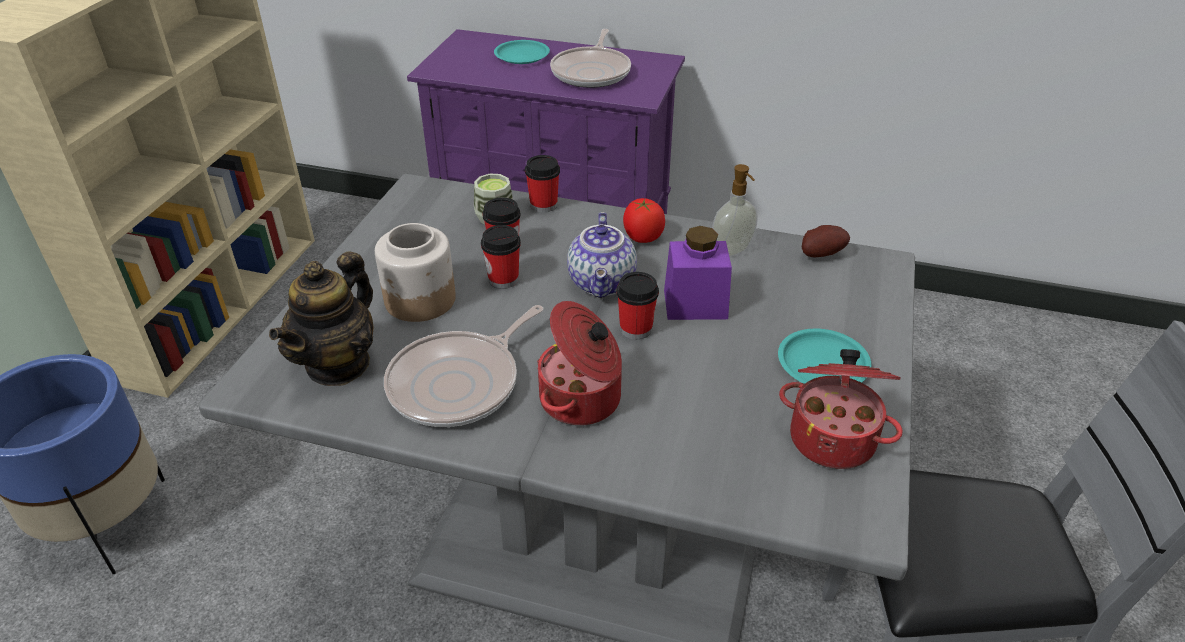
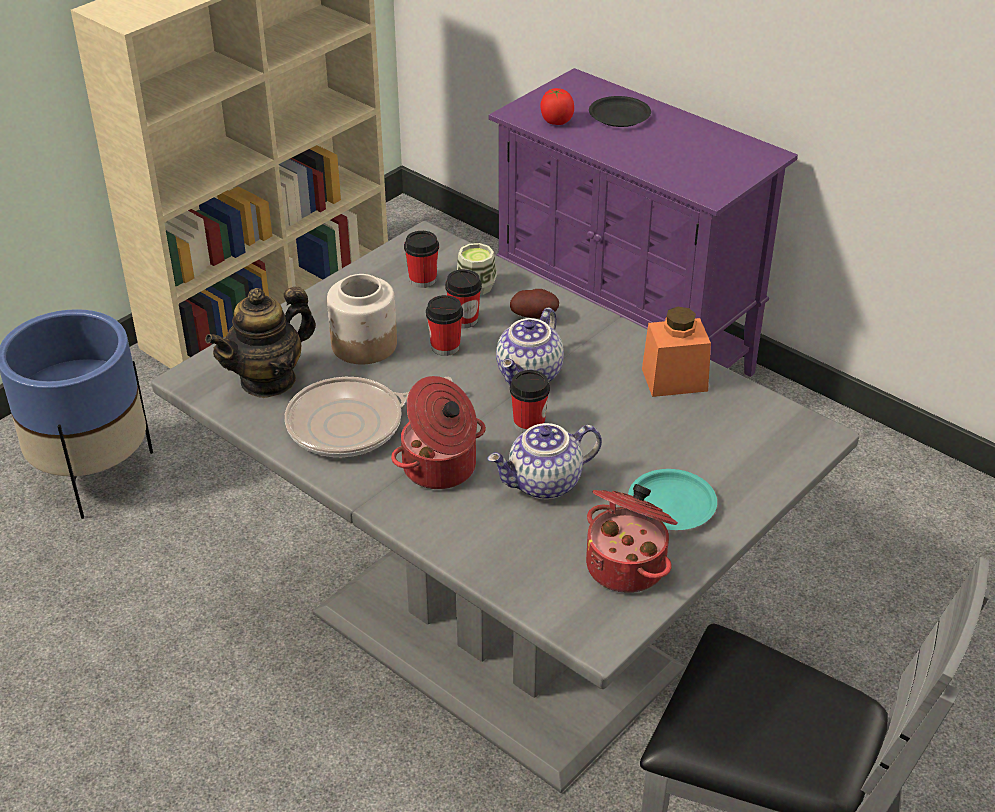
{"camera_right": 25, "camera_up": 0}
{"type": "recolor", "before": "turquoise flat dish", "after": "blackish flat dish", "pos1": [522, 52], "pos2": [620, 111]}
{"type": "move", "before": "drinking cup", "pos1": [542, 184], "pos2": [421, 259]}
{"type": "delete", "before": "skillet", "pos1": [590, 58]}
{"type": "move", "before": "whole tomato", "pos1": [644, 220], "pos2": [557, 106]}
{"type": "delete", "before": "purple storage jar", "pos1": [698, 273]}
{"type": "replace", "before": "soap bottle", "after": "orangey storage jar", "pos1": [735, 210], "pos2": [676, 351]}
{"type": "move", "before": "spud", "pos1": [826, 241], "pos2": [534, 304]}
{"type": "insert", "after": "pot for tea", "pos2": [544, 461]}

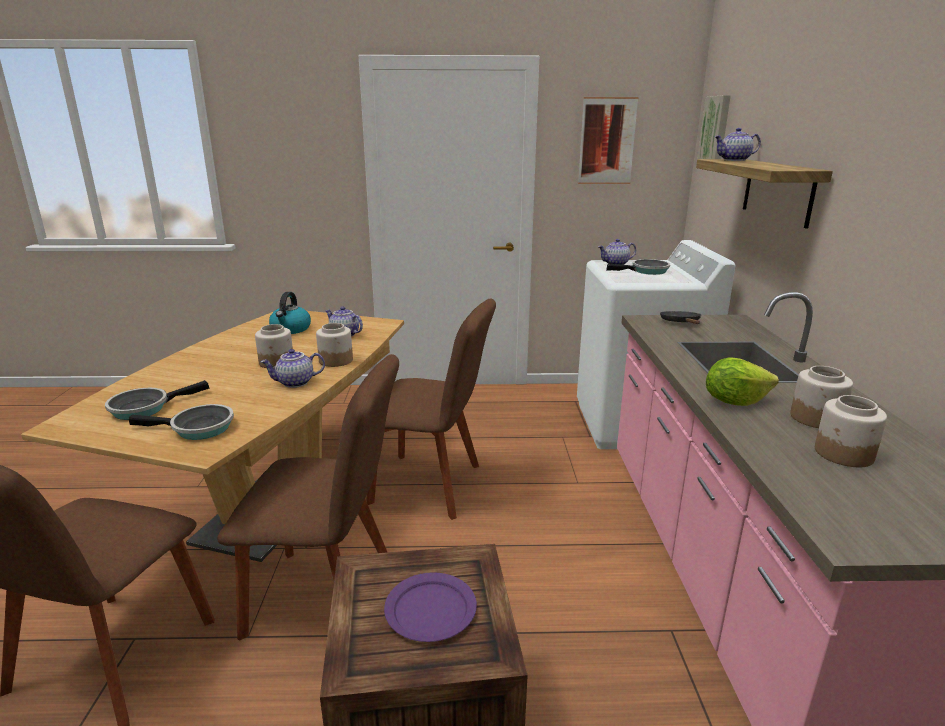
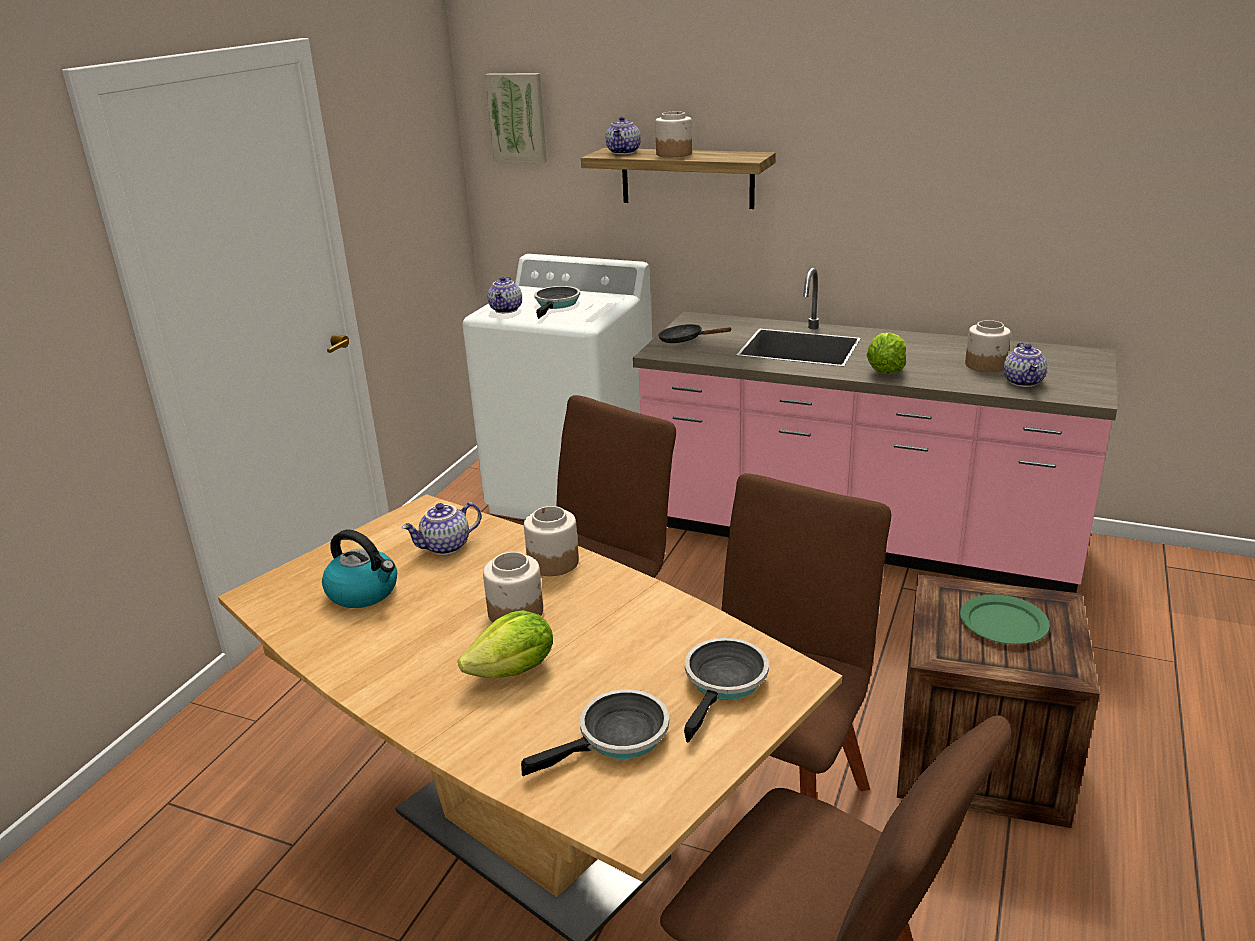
{"camera_right": -65, "camera_up": 5}
{"type": "rotate", "before": "skillet", "pos1": [157, 400], "pos2": [595, 732], "turn": -105}
{"type": "move", "before": "pot for tea", "pos1": [293, 368], "pos2": [1025, 364]}
{"type": "recolor", "before": "purple flat dish", "after": "green flat dish", "pos1": [430, 607], "pos2": [1005, 619]}
{"type": "delete", "before": "wall art", "pos1": [608, 140]}
{"type": "move", "before": "storage jar", "pos1": [821, 397], "pos2": [673, 134]}
{"type": "insert", "after": "head of lettuce", "pos2": [505, 644]}

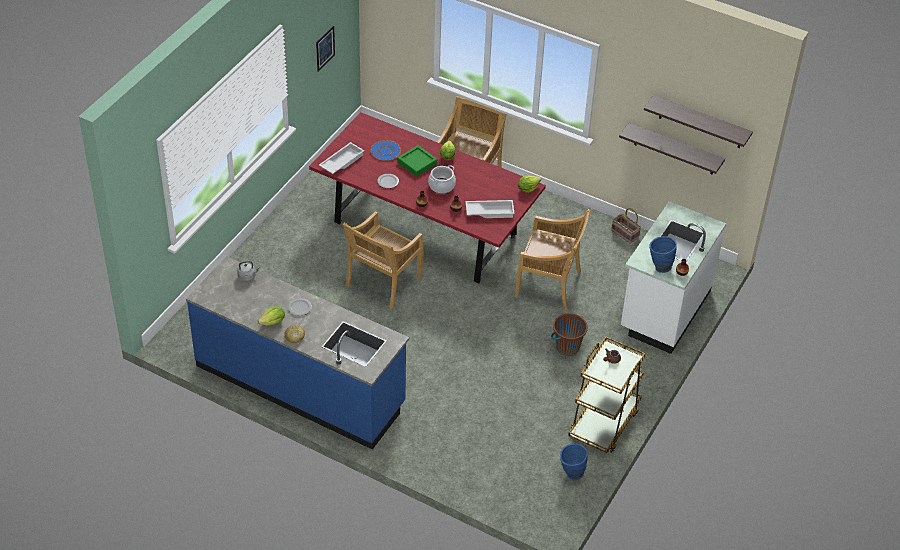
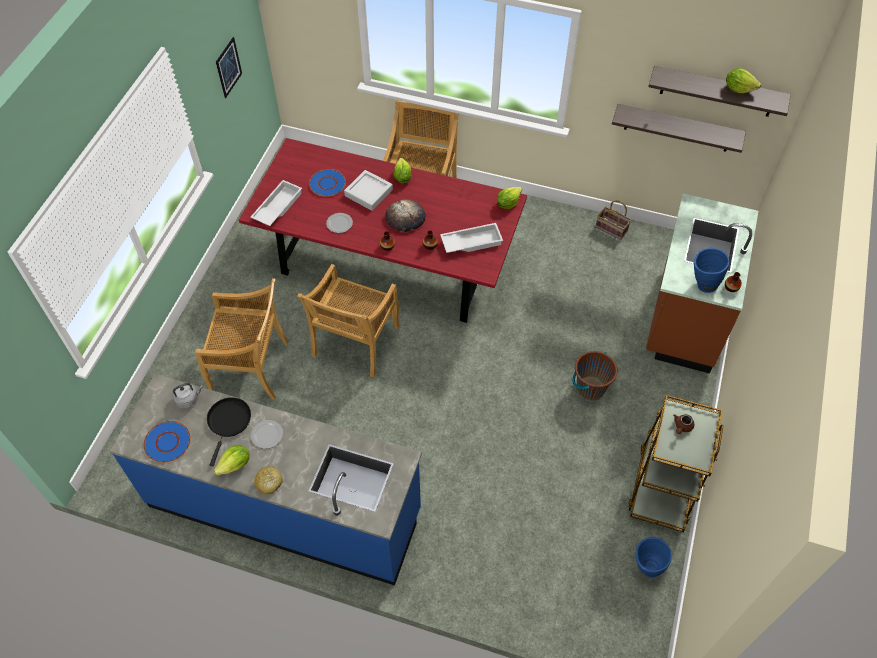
{"camera_right": -10, "camera_up": 10}
{"type": "recolor", "before": "green tray", "after": "greyish tray", "pos1": [417, 161], "pos2": [368, 190]}
{"type": "replace", "before": "saucepot", "after": "baked bread", "pos1": [442, 179], "pos2": [405, 215]}
{"type": "move", "before": "sand-coloured upright chair", "pos1": [552, 259], "pos2": [242, 339]}
{"type": "recolor", "before": "white counter", "after": "brown-coloured counter", "pos1": [673, 277], "pos2": [702, 284]}
{"type": "insert", "after": "blue-coloured flat dish", "pos2": [167, 442]}
{"type": "insert", "after": "blackish skillet", "pos2": [229, 431]}
{"type": "insert", "after": "head of lettuce", "pos2": [743, 80]}

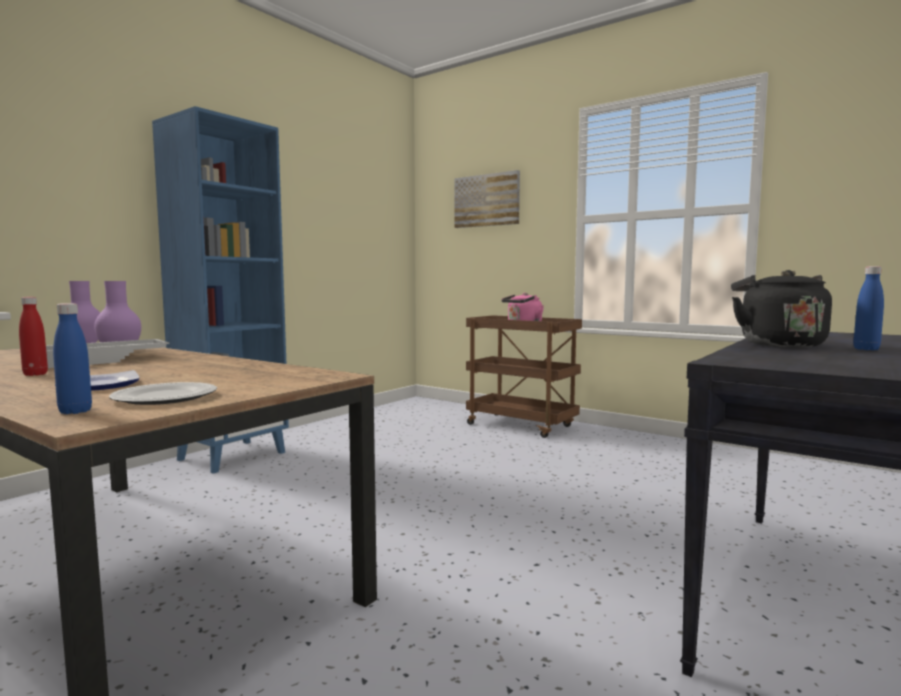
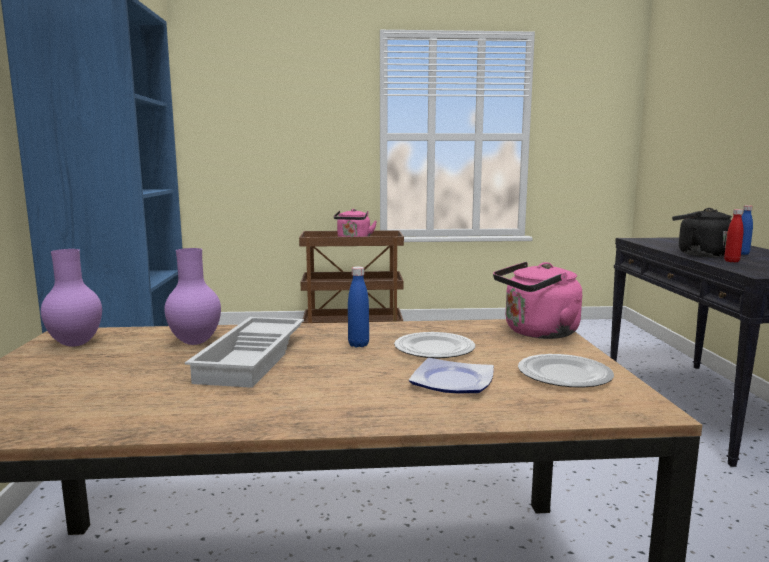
{"camera_right": -40, "camera_up": 5}
{"type": "move", "before": "red beverage bottle", "pos1": [33, 336], "pos2": [733, 235]}
{"type": "move", "before": "blue-coloured beverage bottle", "pos1": [72, 358], "pos2": [358, 306]}
{"type": "delete", "before": "wall art", "pos1": [487, 199]}
{"type": "insert", "after": "flat dish", "pos2": [434, 345]}
{"type": "insert", "after": "pink-coloured water kettle", "pos2": [537, 300]}

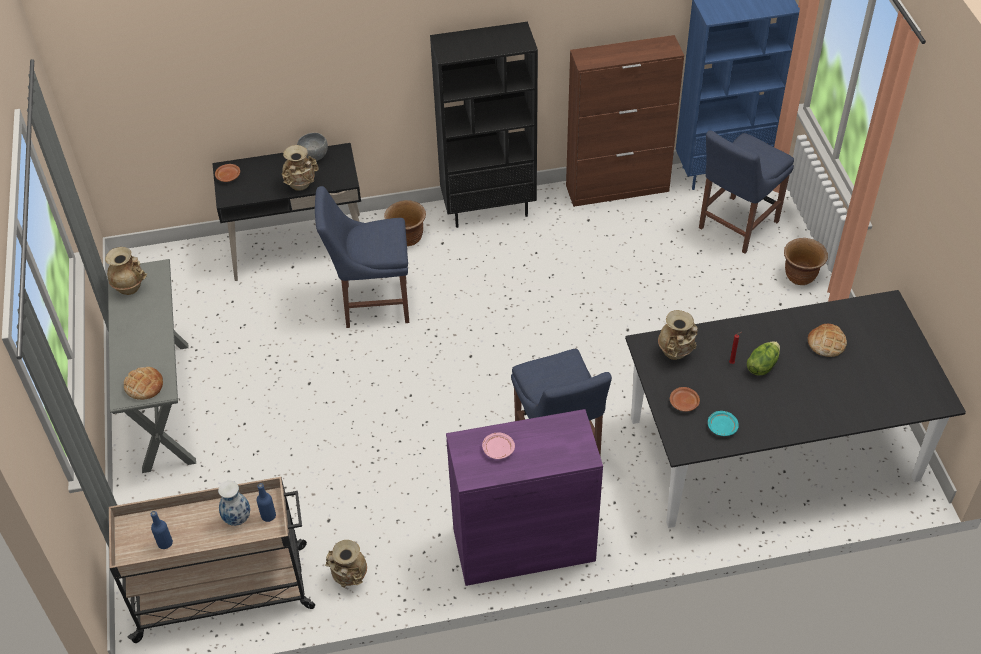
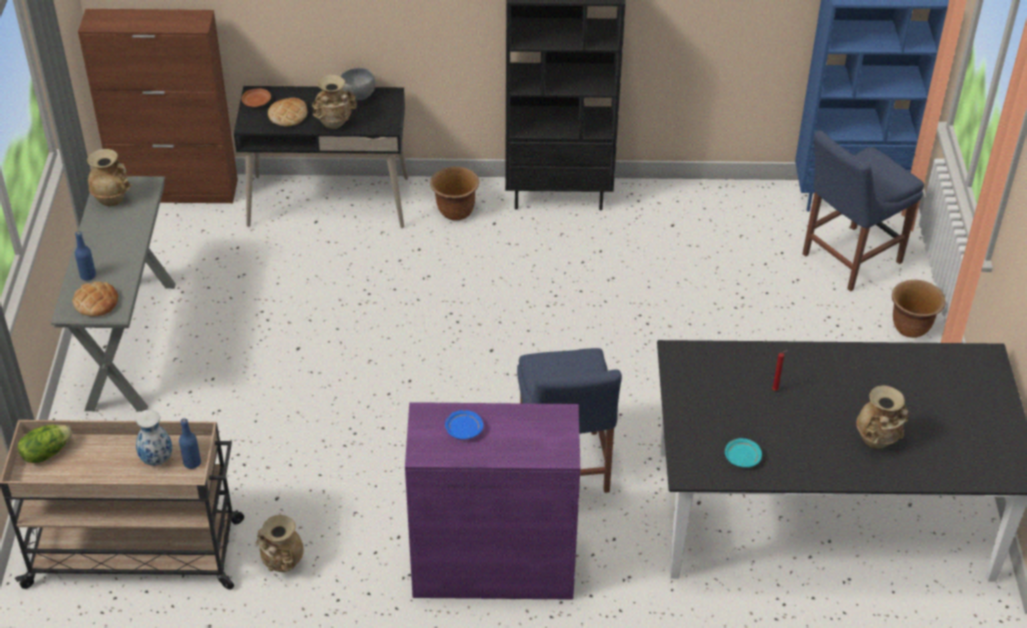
{"camera_right": 10, "camera_up": -5}
{"type": "move", "before": "blue-coloured beverage bottle", "pos1": [162, 530], "pos2": [85, 256]}
{"type": "delete", "before": "blue-coloured upright chair", "pos1": [362, 257]}
{"type": "recolor", "before": "pink-coloured flat dish", "after": "blue-coloured flat dish", "pos1": [498, 446], "pos2": [464, 424]}
{"type": "move", "before": "brown-coloured storage cabinet", "pos1": [625, 121], "pos2": [158, 106]}
{"type": "move", "before": "sand-coloured decorative vase", "pos1": [678, 335], "pos2": [882, 417]}
{"type": "delete", "before": "brown-coloured flat dish", "pos1": [685, 399]}
{"type": "move", "before": "head of lettuce", "pos1": [763, 358], "pos2": [45, 444]}
{"type": "move", "before": "baked bread", "pos1": [827, 340], "pos2": [287, 112]}

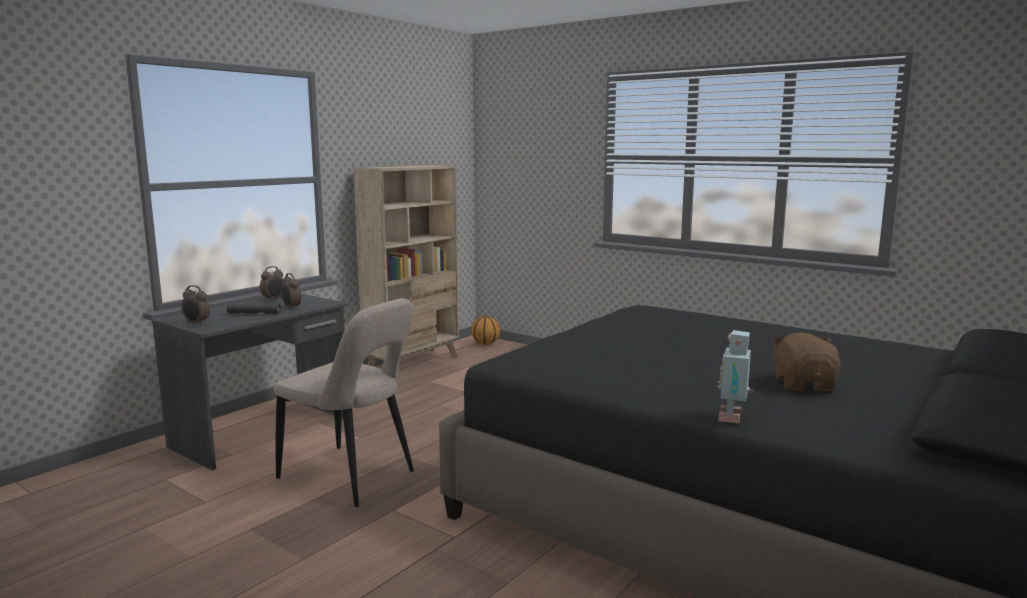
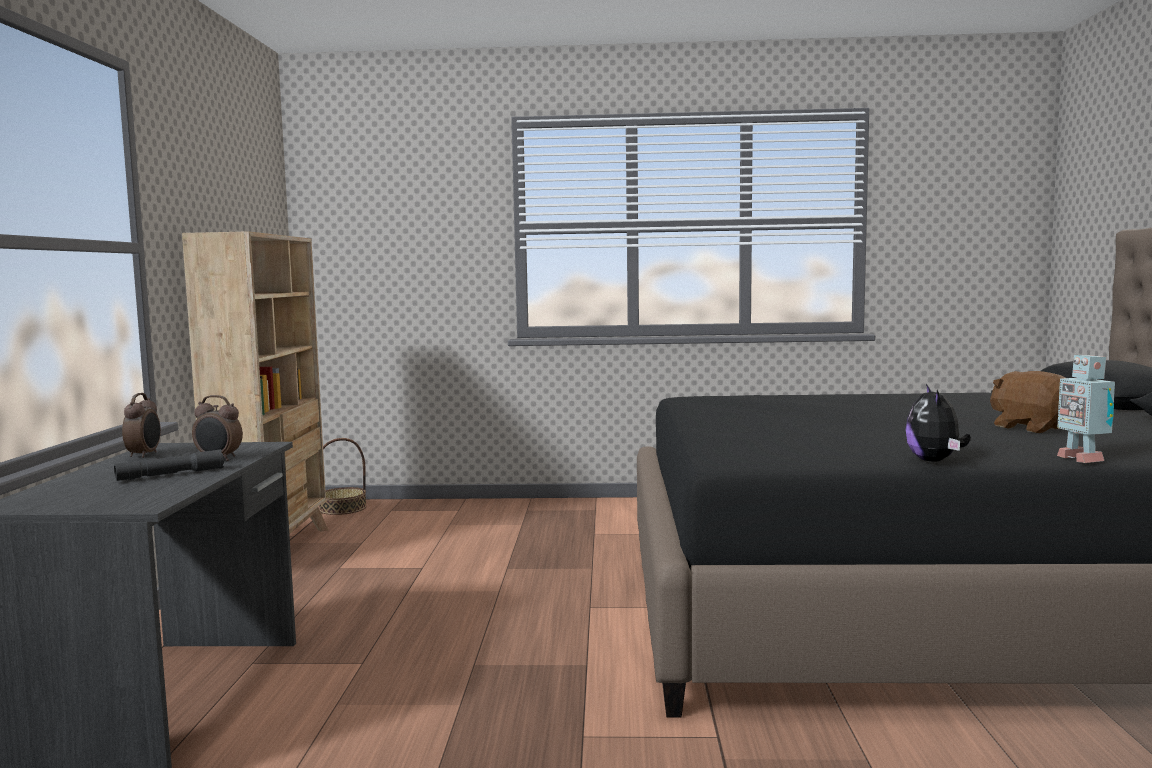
{"camera_right": -35, "camera_up": -5}
{"type": "delete", "before": "table clock", "pos1": [195, 305]}
{"type": "delete", "before": "sand-coloured upright chair", "pos1": [344, 402]}
{"type": "replace", "before": "basketball ball", "after": "household basket", "pos1": [485, 330], "pos2": [343, 476]}
{"type": "insert", "after": "plush toy", "pos2": [938, 423]}

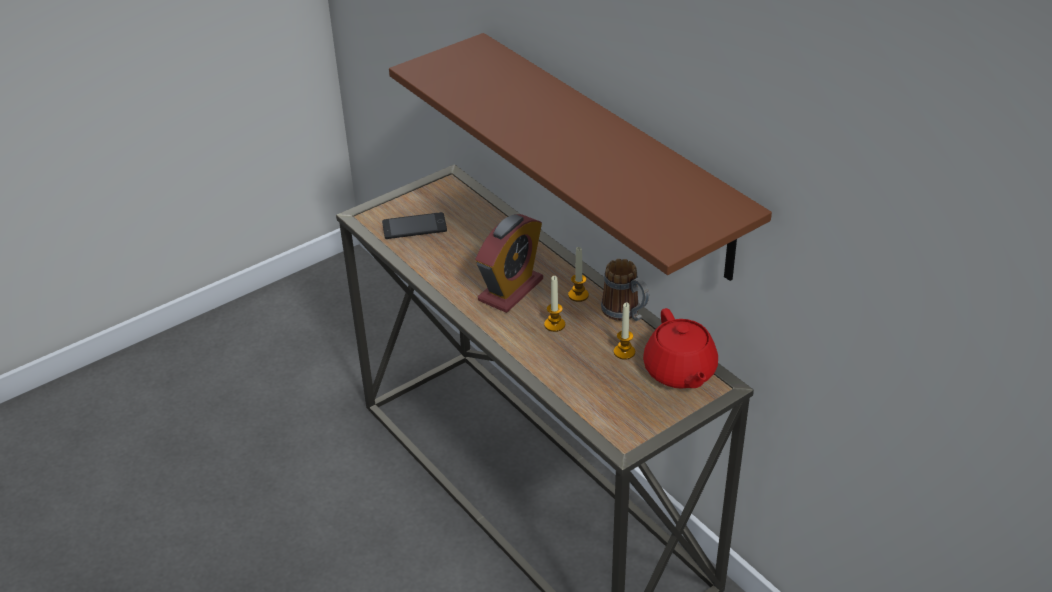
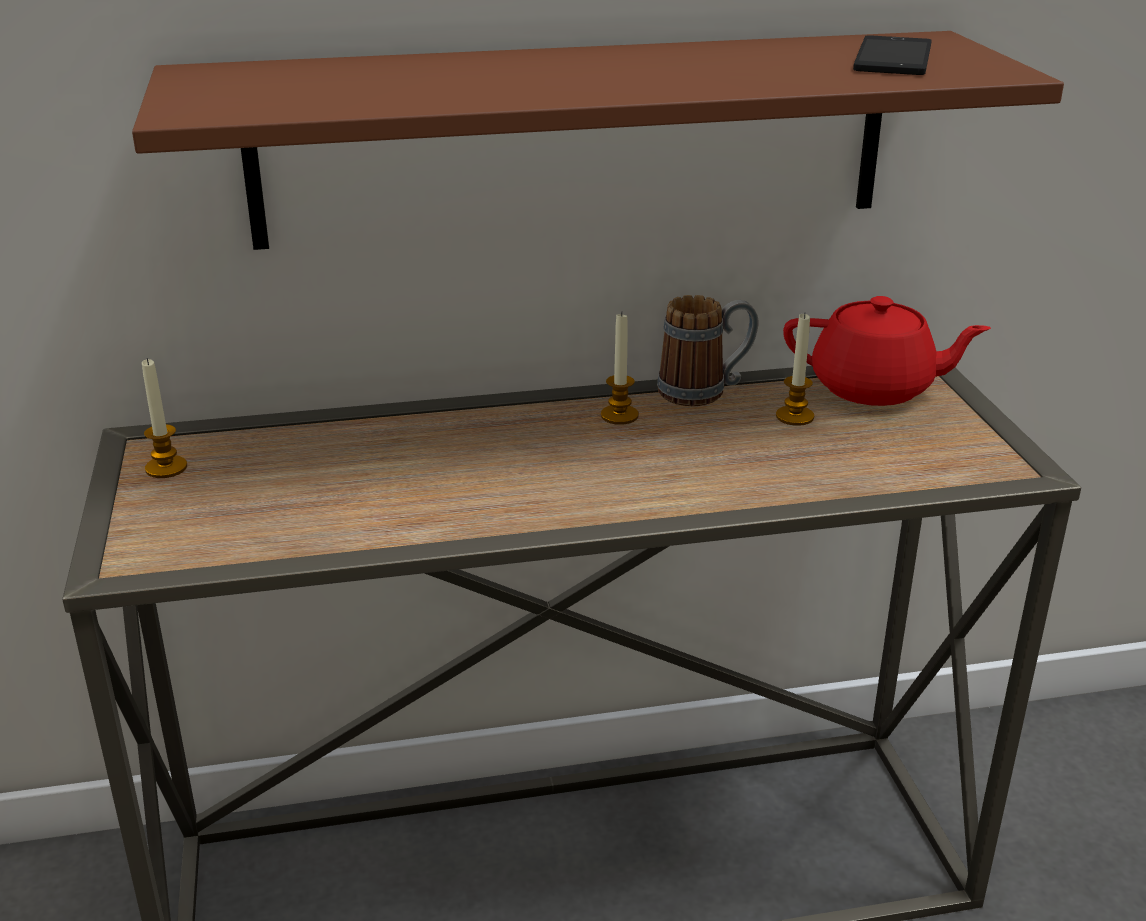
{"camera_right": -65, "camera_up": -10}
{"type": "move", "before": "telephone", "pos1": [414, 225], "pos2": [892, 55]}
{"type": "delete", "before": "table clock", "pos1": [509, 263]}
{"type": "move", "before": "wax candle", "pos1": [554, 304], "pos2": [164, 418]}

